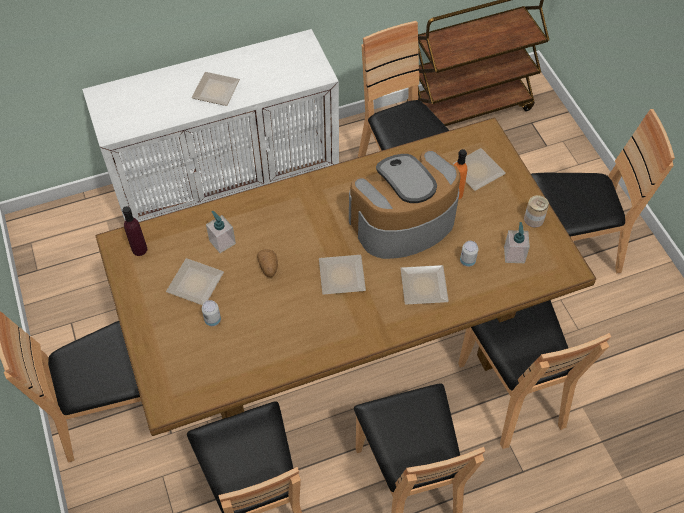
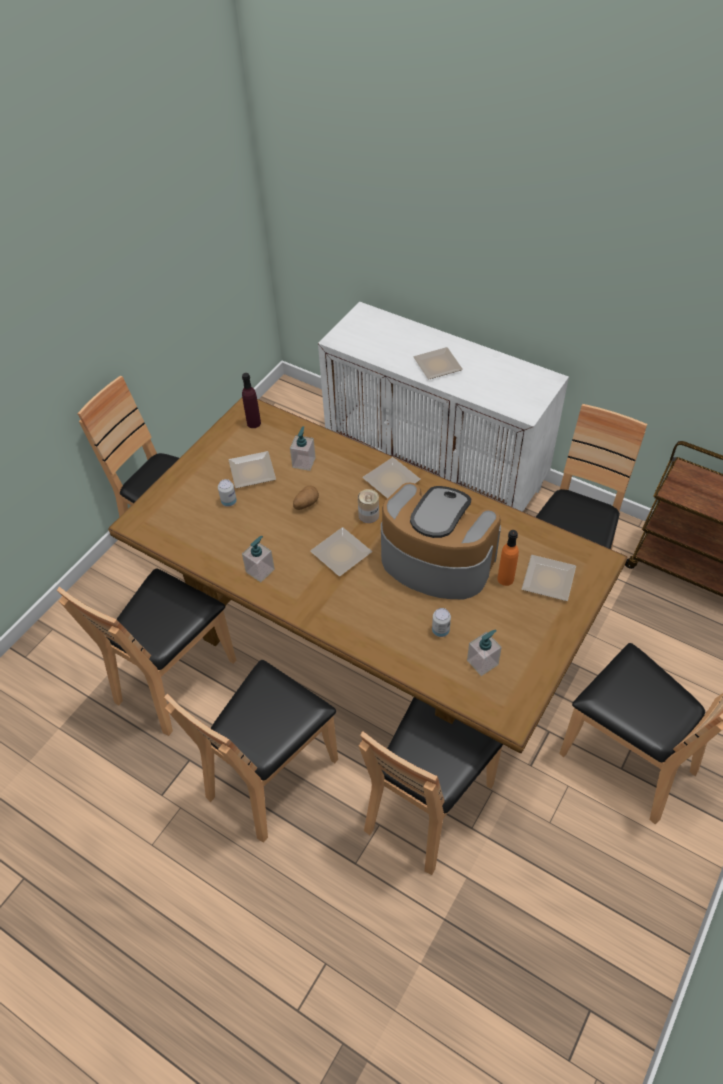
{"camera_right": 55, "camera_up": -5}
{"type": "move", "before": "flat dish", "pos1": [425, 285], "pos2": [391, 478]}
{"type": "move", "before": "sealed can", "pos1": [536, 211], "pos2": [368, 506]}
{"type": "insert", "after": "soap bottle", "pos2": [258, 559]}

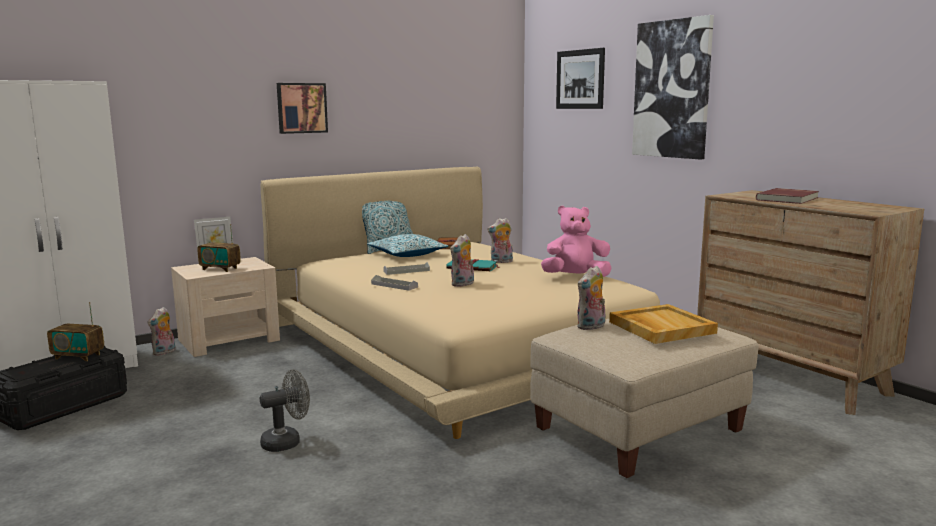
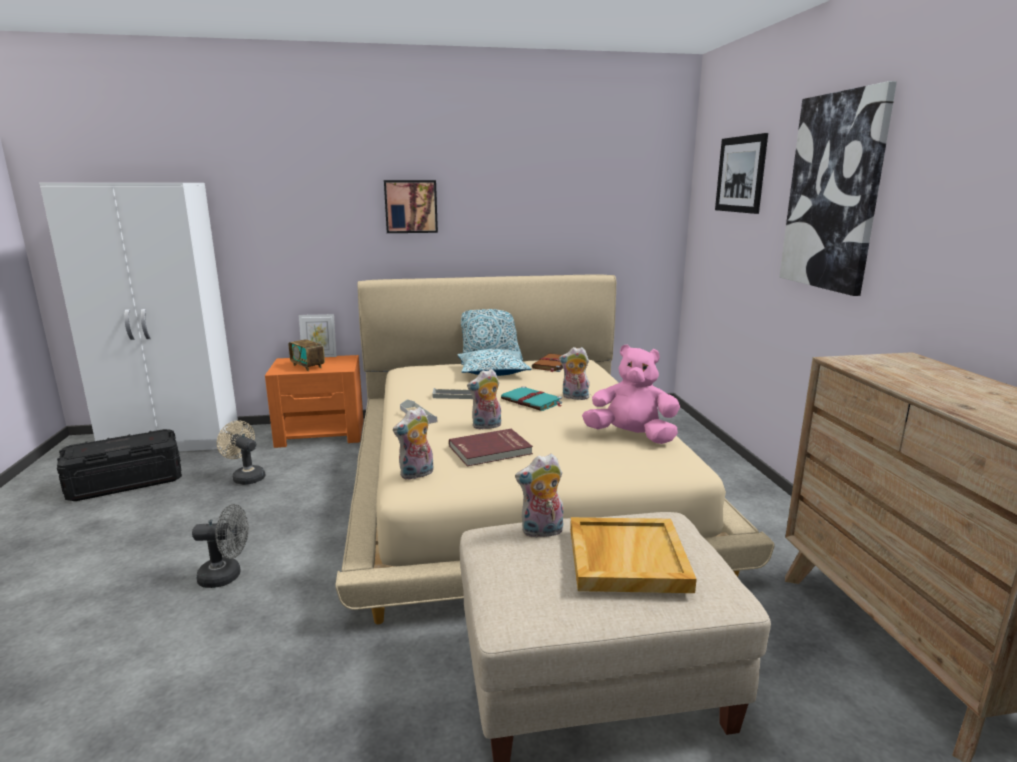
{"camera_right": 25, "camera_up": 5}
{"type": "delete", "before": "radio", "pos1": [75, 331]}
{"type": "move", "before": "plush toy", "pos1": [161, 331], "pos2": [413, 443]}
{"type": "recolor", "before": "sand-coloured bedside table", "after": "orangey bedside table", "pos1": [225, 307], "pos2": [314, 401]}
{"type": "move", "before": "red bound book", "pos1": [787, 196], "pos2": [491, 447]}
{"type": "insert", "after": "sand-coloured cooling fan", "pos2": [241, 453]}

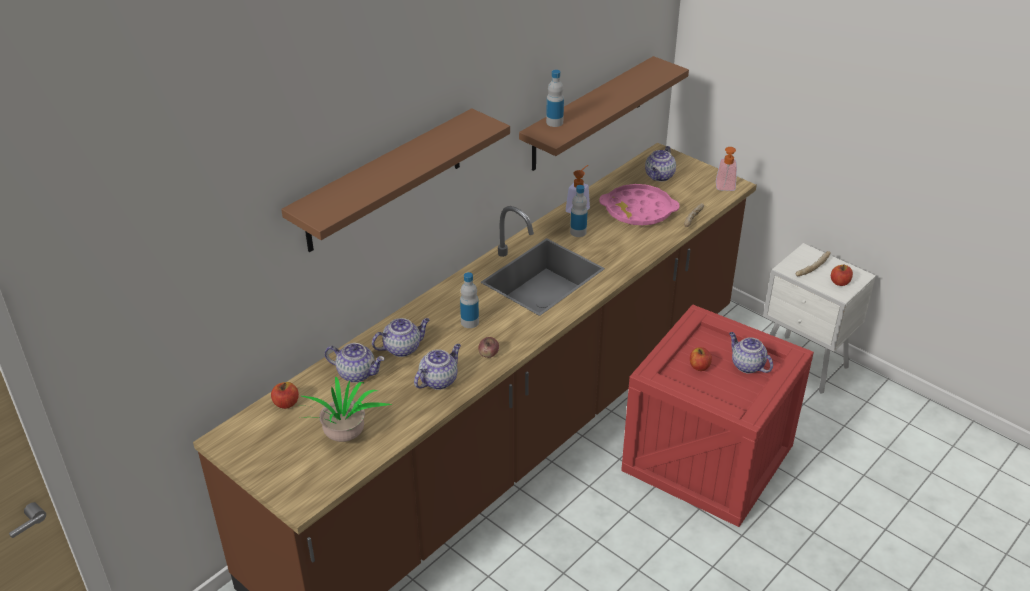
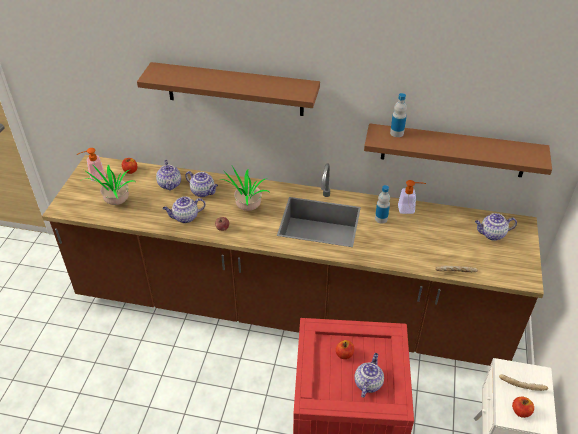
{"camera_right": 60, "camera_up": 5}
{"type": "rotate", "before": "pot for tea", "pos1": [437, 367], "pos2": [184, 209], "turn": 150}
{"type": "replace", "before": "beverage bottle", "after": "plant in a pot", "pos1": [469, 300], "pos2": [245, 188]}
{"type": "delete", "before": "pink-coloured tray", "pos1": [639, 205]}
{"type": "move", "before": "soap bottle", "pos1": [726, 169], "pos2": [91, 164]}

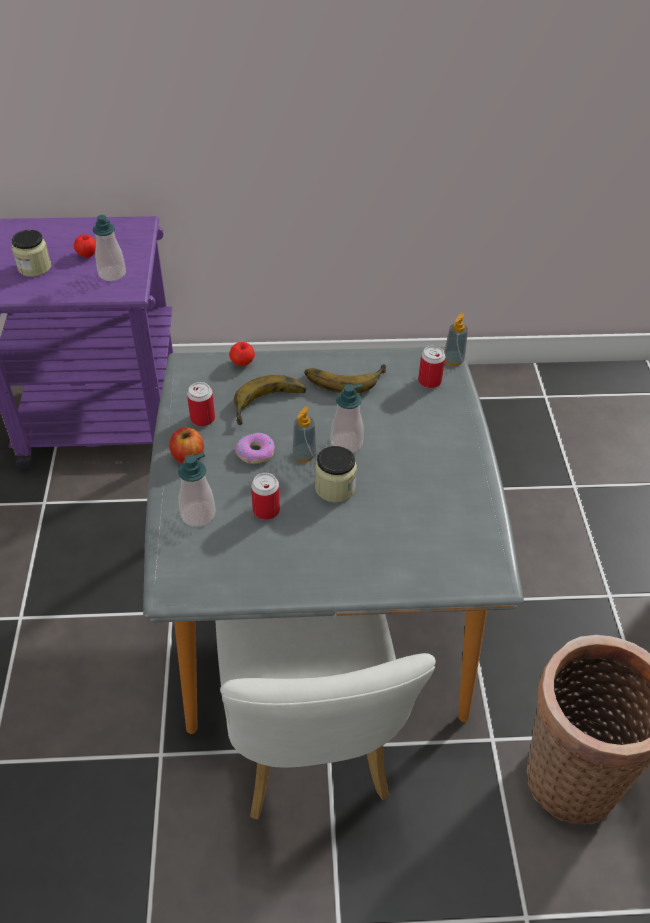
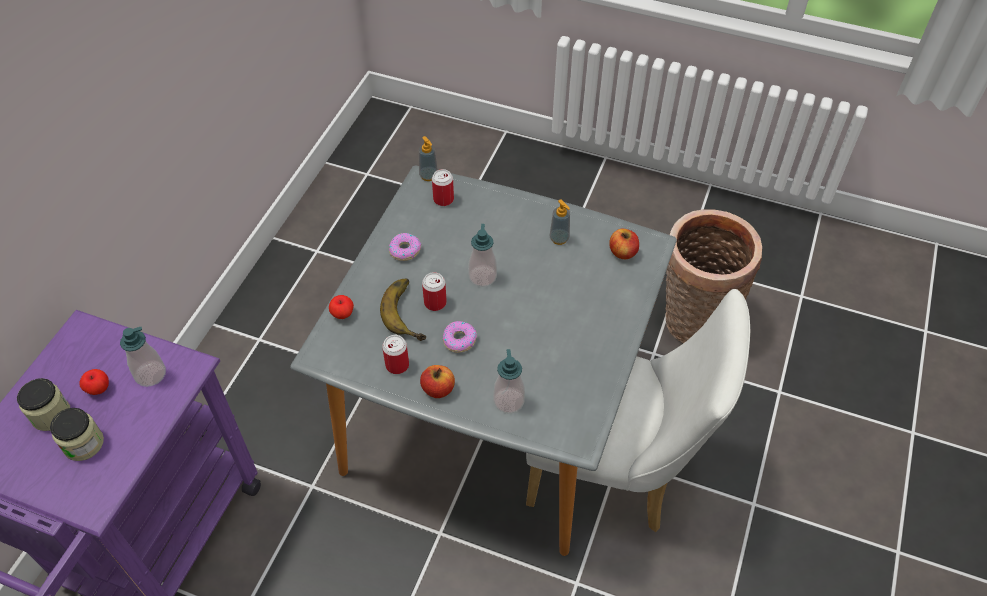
{"camera_right": -65, "camera_up": 5}
{"type": "move", "before": "sealed can", "pos1": [265, 496], "pos2": [434, 291]}
{"type": "move", "before": "soap bottle", "pos1": [304, 434], "pos2": [560, 222]}
{"type": "replace", "before": "banana fruit", "after": "ring doughnut", "pos1": [345, 378], "pos2": [405, 247]}
{"type": "move", "before": "storage jar", "pos1": [336, 474], "pos2": [43, 404]}
{"type": "insert", "after": "whole apple", "pos2": [624, 244]}

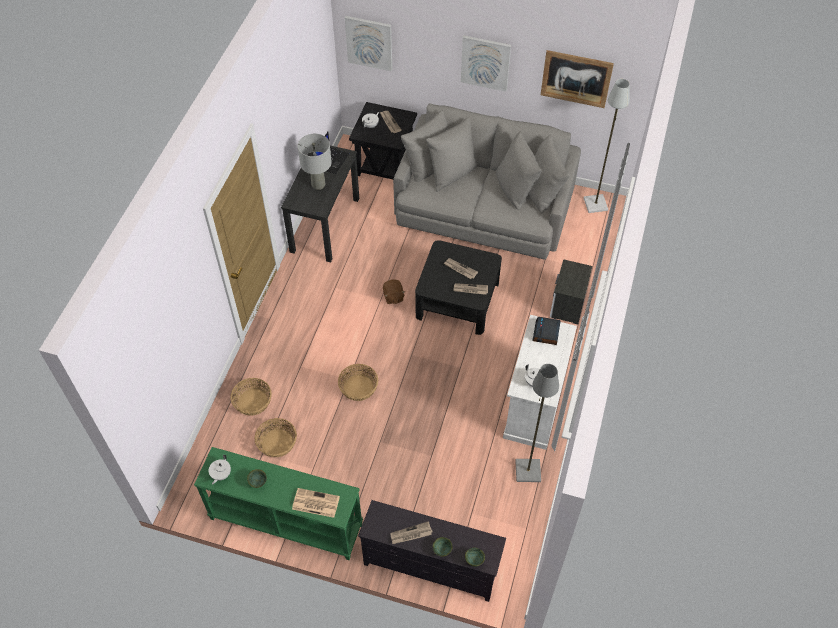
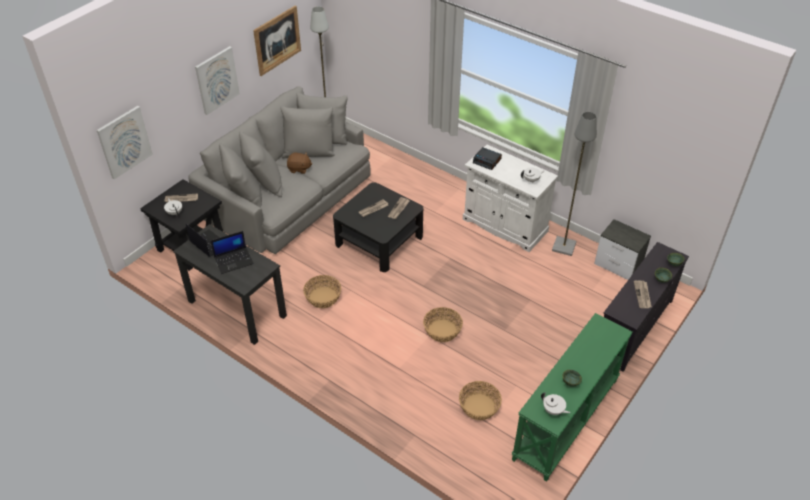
{"camera_right": -70, "camera_up": -10}
{"type": "move", "before": "household basket", "pos1": [251, 397], "pos2": [322, 291]}
{"type": "delete", "before": "newspaper", "pos1": [316, 503]}
{"type": "replace", "before": "greyish lamp for a table", "after": "laptop", "pos1": [315, 162], "pos2": [232, 252]}
{"type": "move", "before": "brown-coloured plush toy", "pos1": [394, 291], "pos2": [299, 163]}
{"type": "move", "before": "bedside table", "pos1": [571, 292], "pos2": [622, 249]}

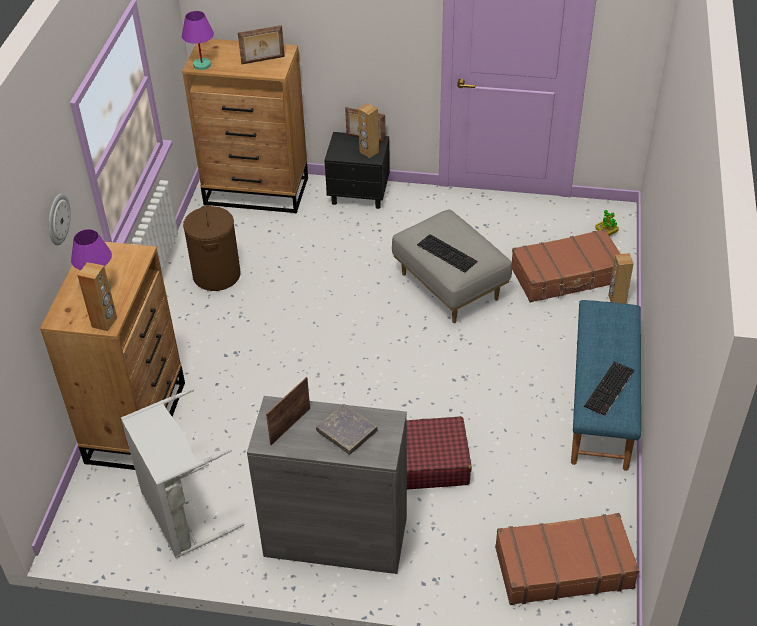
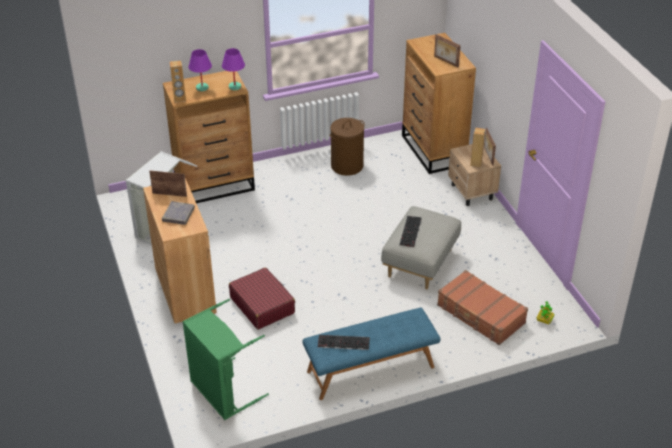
{"camera_right": 60, "camera_up": -5}
{"type": "delete", "before": "clock on the wall", "pos1": [60, 219]}
{"type": "move", "before": "purple lamp for a table", "pos1": [198, 40], "pos2": [233, 69]}
{"type": "recolor", "before": "greyish storage cabinet", "after": "brown-coloured storage cabinet", "pos1": [327, 485], "pos2": [180, 250]}
{"type": "recolor", "before": "blackish bedside table", "after": "sand-coloured bedside table", "pos1": [357, 170], "pos2": [474, 175]}
{"type": "replace", "before": "brown-coloured travel case", "after": "green washing basket", "pos1": [567, 559], "pos2": [225, 359]}
{"type": "delete", "before": "brown-coloured speaker", "pos1": [621, 278]}

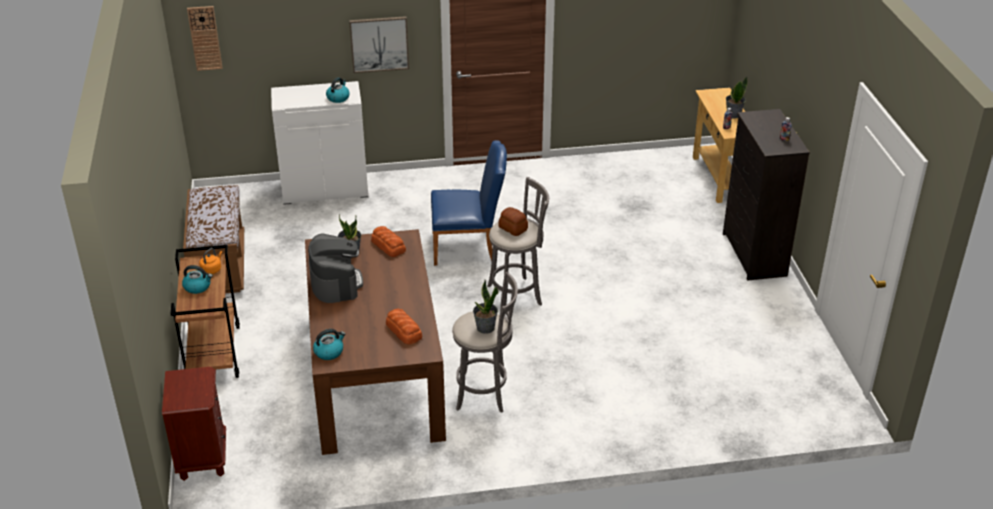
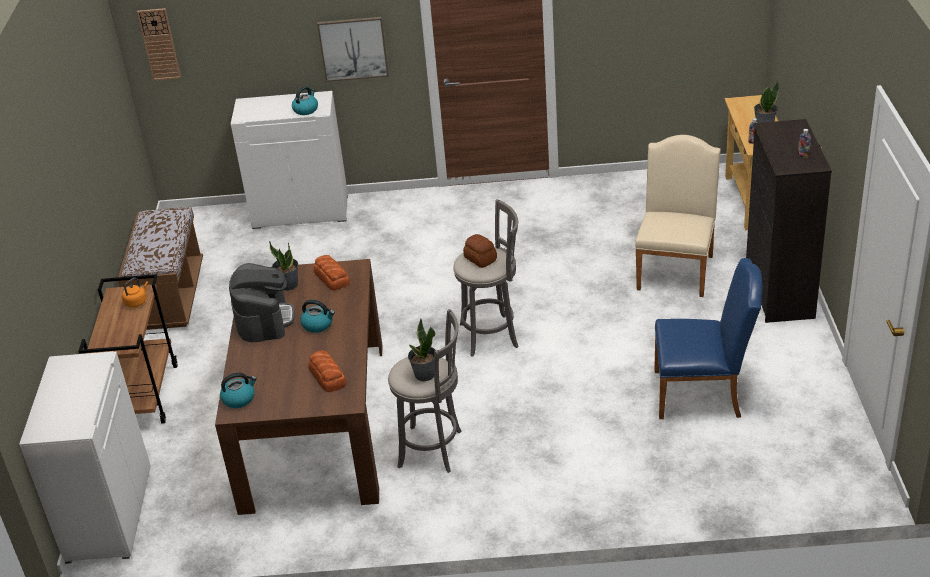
{"camera_right": 10, "camera_up": 0}
{"type": "replace", "before": "brown-coloured bedside table", "after": "white storage cabinet", "pos1": [194, 424], "pos2": [85, 457]}
{"type": "move", "before": "water kettle", "pos1": [197, 279], "pos2": [317, 316]}
{"type": "move", "before": "blue-coloured upright chair", "pos1": [469, 203], "pos2": [708, 338]}
{"type": "insert", "after": "sand-coloured upright chair", "pos2": [678, 216]}

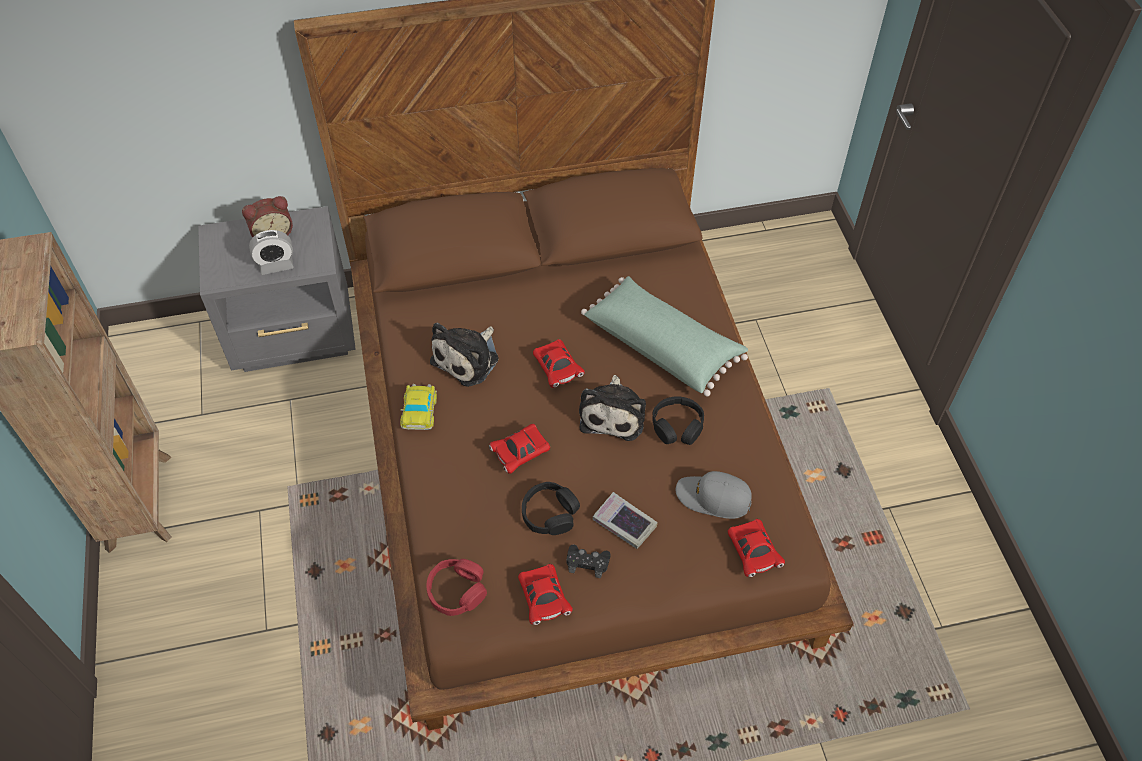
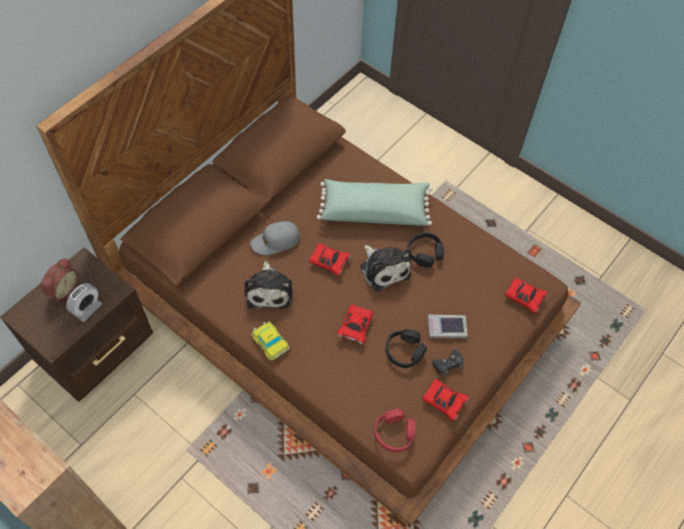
{"camera_right": -40, "camera_up": 5}
{"type": "recolor", "before": "greyish bedside table", "after": "brown-coloured bedside table", "pos1": [277, 289], "pos2": [76, 324]}
{"type": "move", "before": "greyish peaked cap", "pos1": [714, 495], "pos2": [275, 238]}

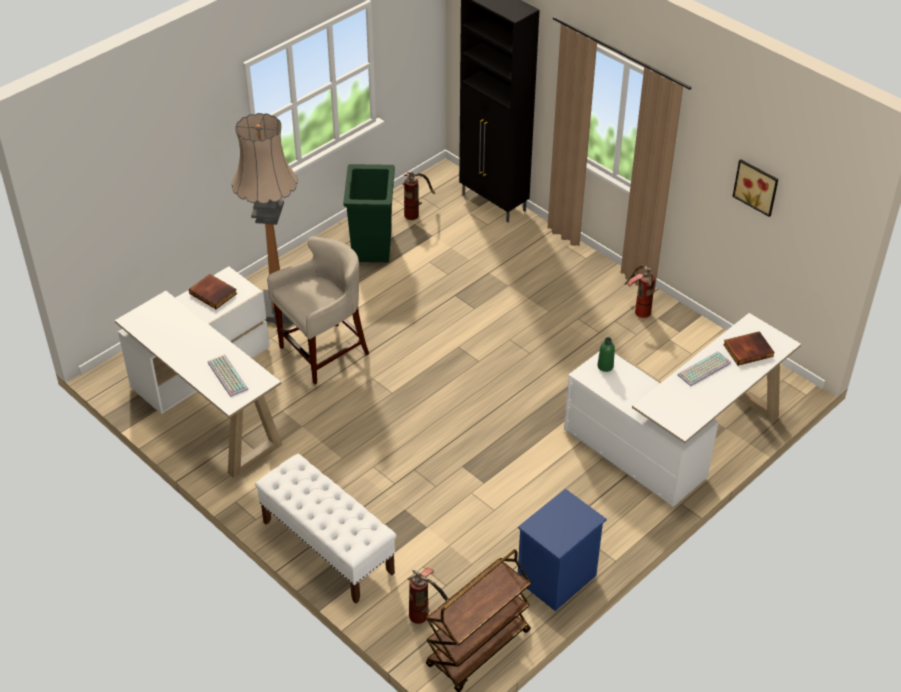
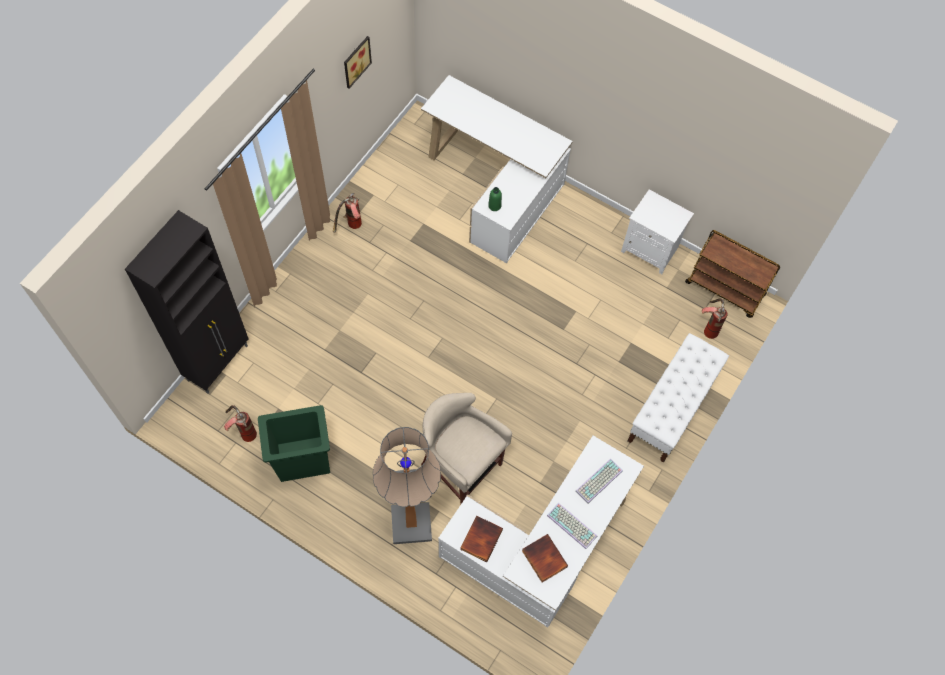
{"camera_right": -105, "camera_up": 20}
{"type": "recolor", "before": "blue-coloured bedside table", "after": "white bedside table", "pos1": [562, 550], "pos2": [657, 231]}
{"type": "move", "before": "keyboard", "pos1": [704, 369], "pos2": [572, 526]}
{"type": "move", "before": "bound book", "pos1": [748, 348], "pos2": [545, 558]}

